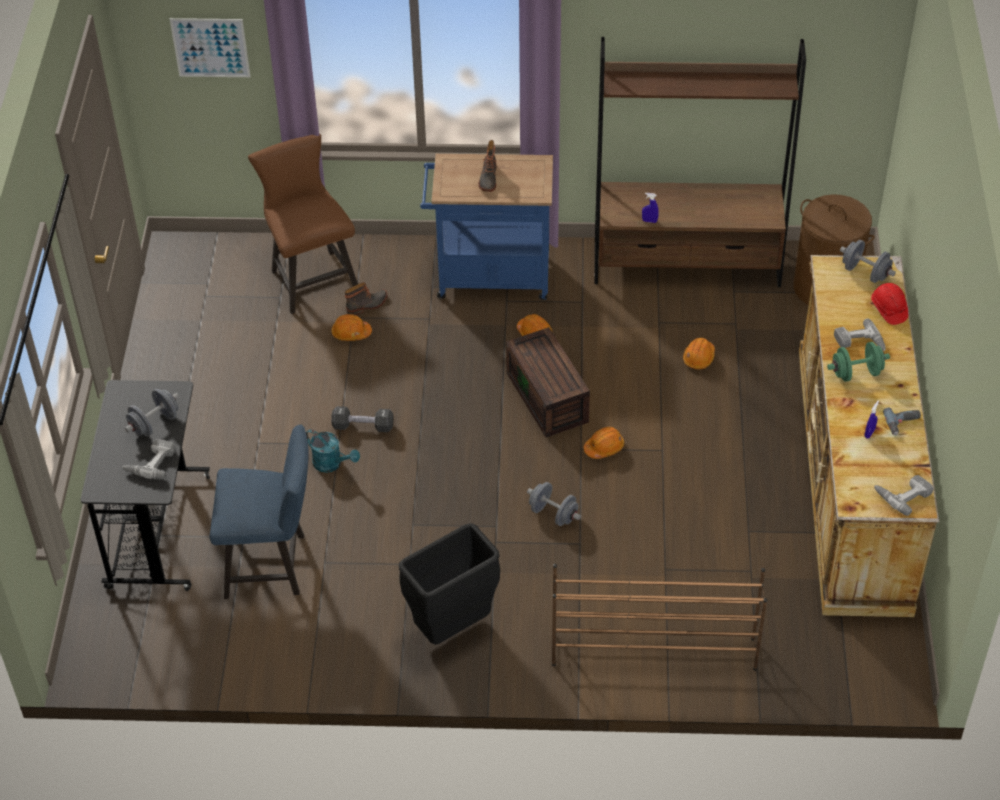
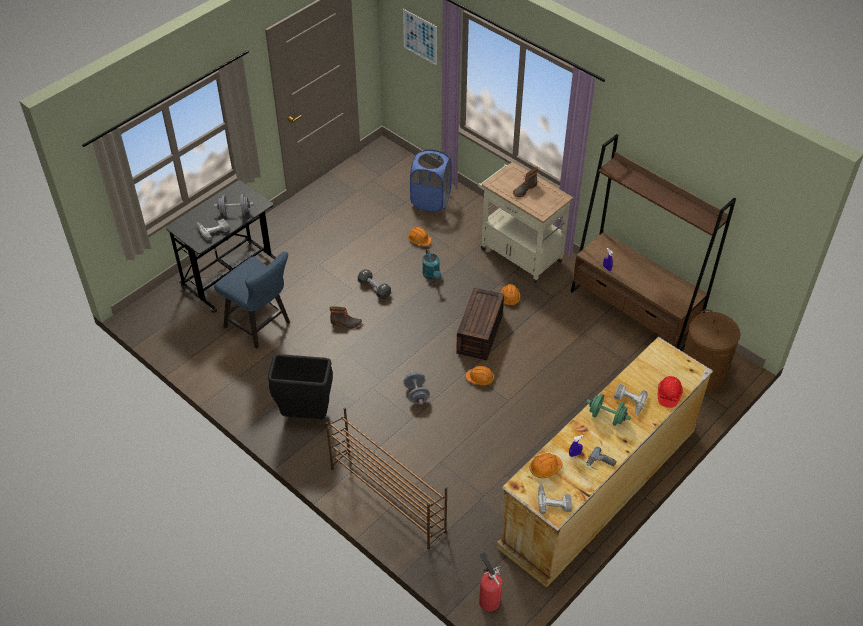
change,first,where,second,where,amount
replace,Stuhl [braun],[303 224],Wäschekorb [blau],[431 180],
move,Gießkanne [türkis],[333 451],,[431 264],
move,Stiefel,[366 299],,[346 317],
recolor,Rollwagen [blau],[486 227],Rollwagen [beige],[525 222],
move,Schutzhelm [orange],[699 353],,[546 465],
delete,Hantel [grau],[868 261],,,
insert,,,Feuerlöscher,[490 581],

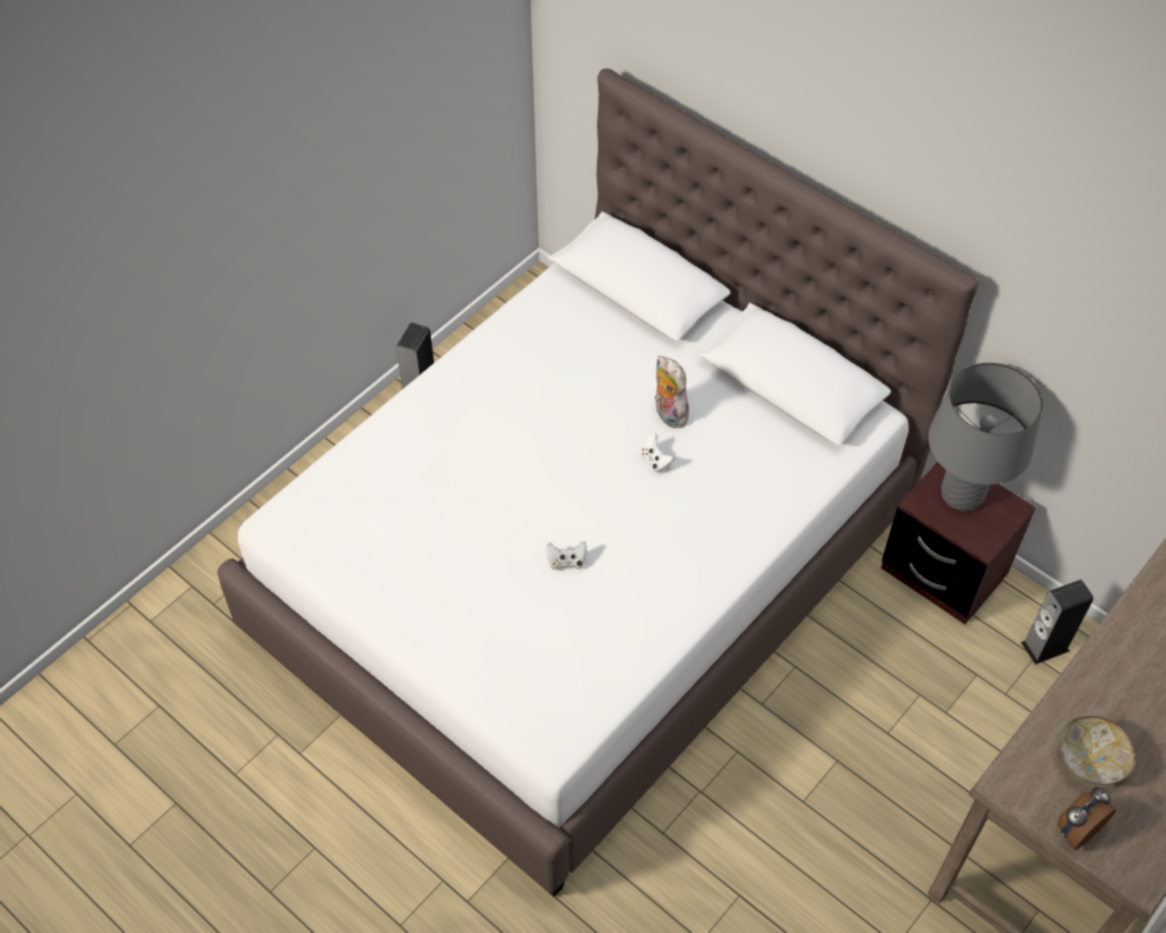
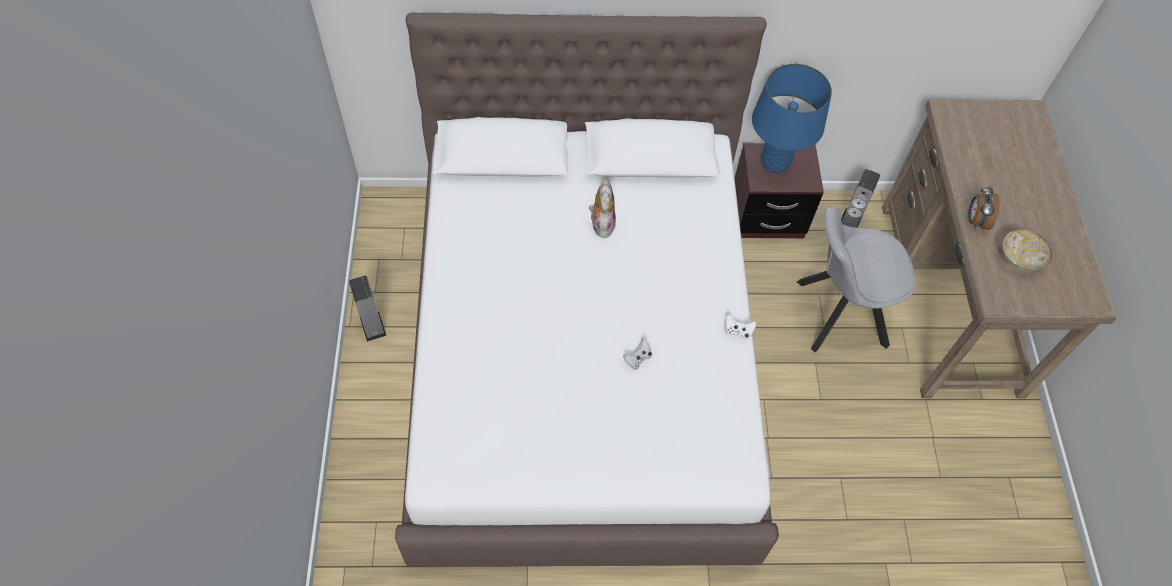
change,first,where,second,where,amount
move,Gamepad [weiß],[658 453],,[740 326],
rotate,Plüschtier,[672 392],,[602 209],75 degrees clockwise
recolor,Tischlampe [grau],[985 437],Tischlampe [blau],[792 119],
move,Wecker,[1086 818],,[984 208],
insert,,,Stuhl [grau],[856 279],

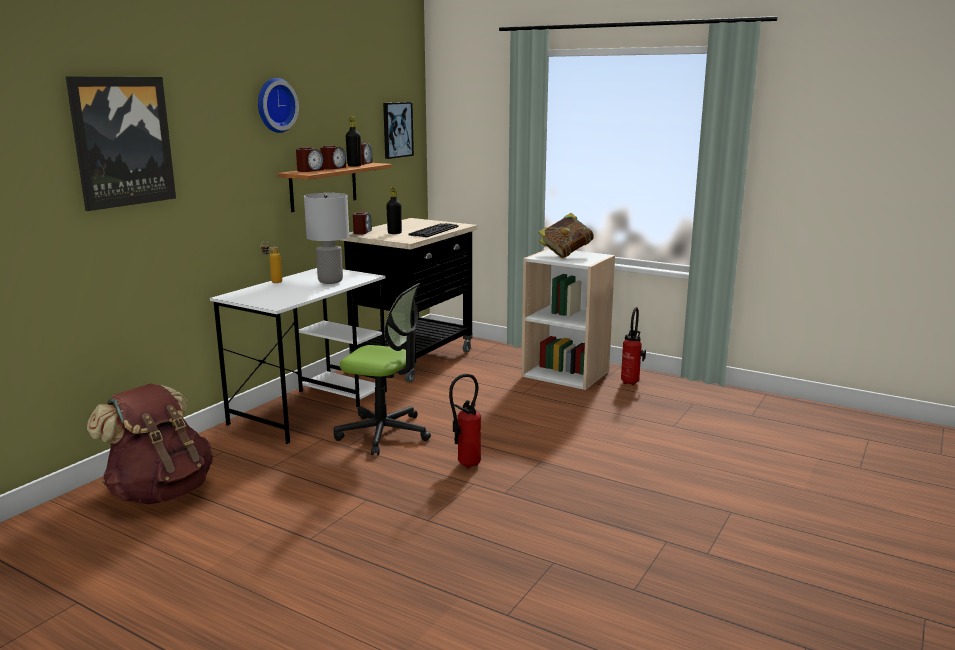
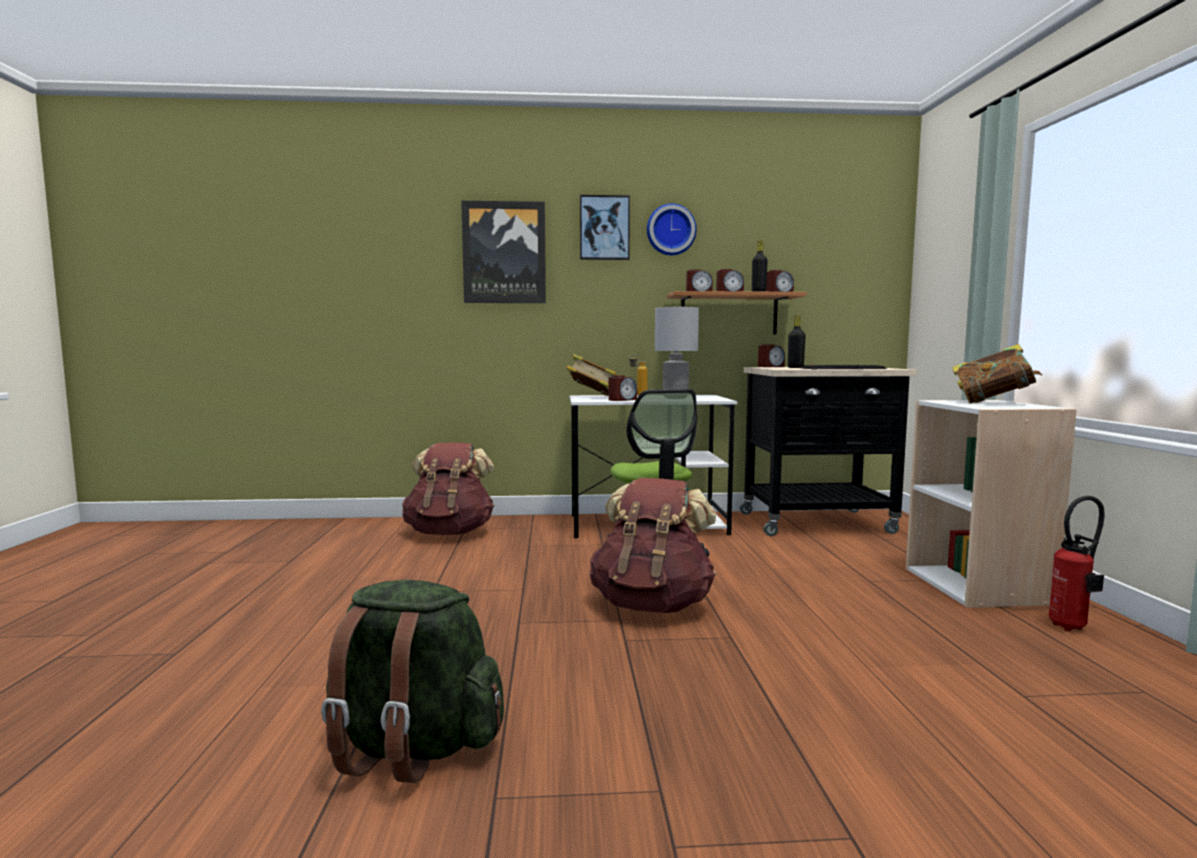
change,first,where,second,where,amount
move,Bild,[398 130],,[605 227],
replace,Feuerlöscher,[465 421],Rucksack [braun],[653 545],
insert,,,Rucksack [grün],[412 681],
insert,,,Buch,[591 375],
insert,,,Wecker,[622 388],

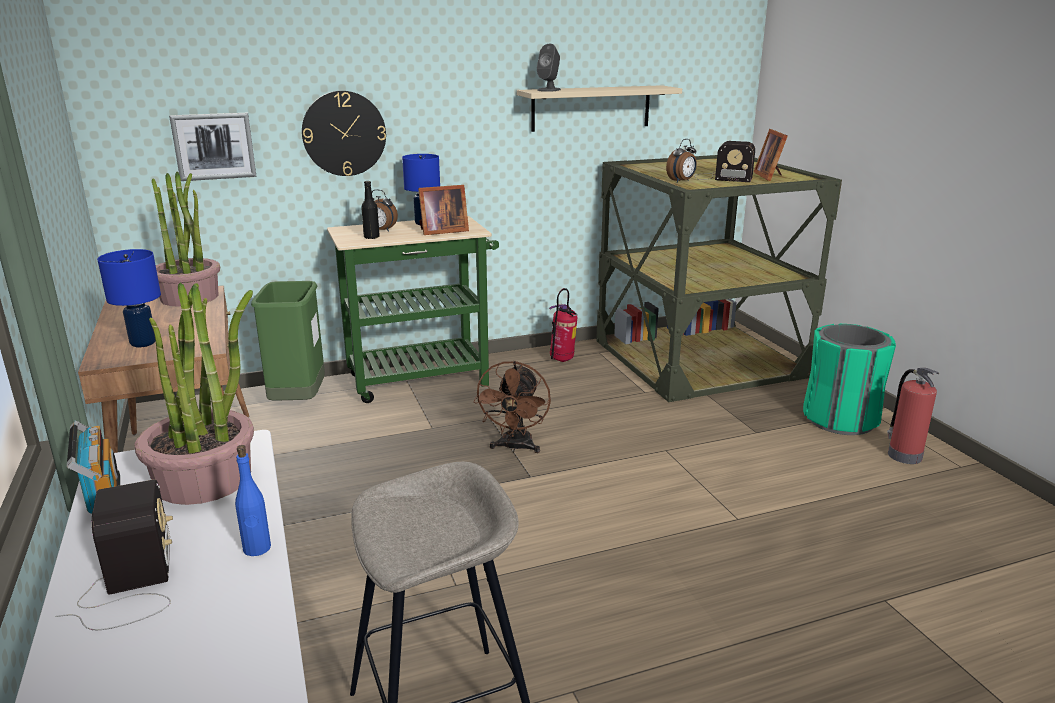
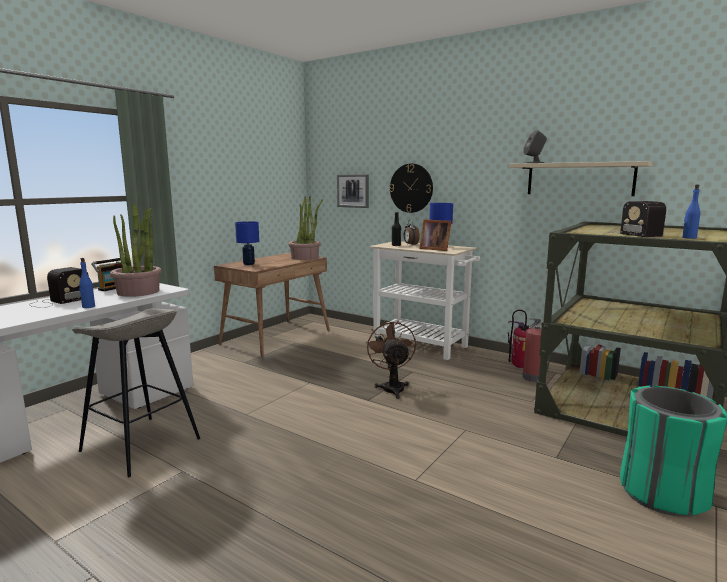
change,first,where,second,where,amount
delete,Mülleimer [grün],[288 341],,,
recolor,Rollwagen [grün],[413 309],Rollwagen [weiß],[425 300],
rotate,Ventilator [braun],[512 407],,[391 360],105 degrees clockwise
delete,Wecker,[681 160],,,
replace,Bilderrahmen,[771 155],Flasche [blau],[691 212],
move,Feuerlöscher,[913 416],,[532 350],

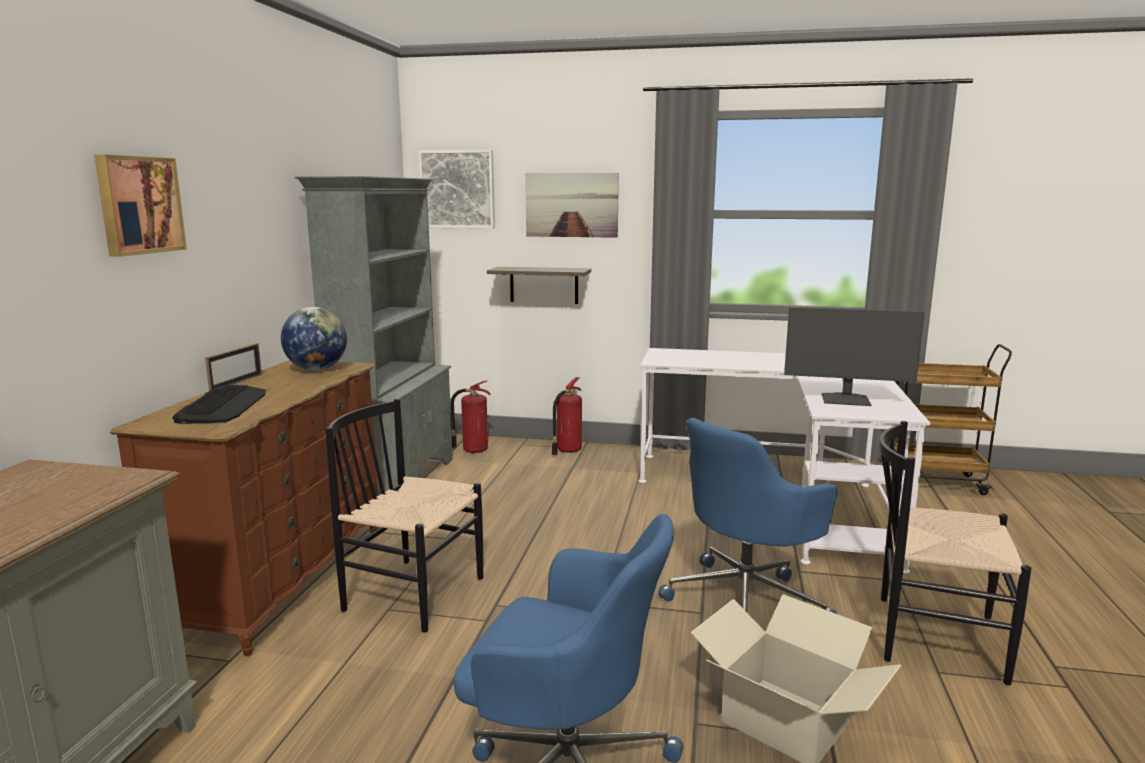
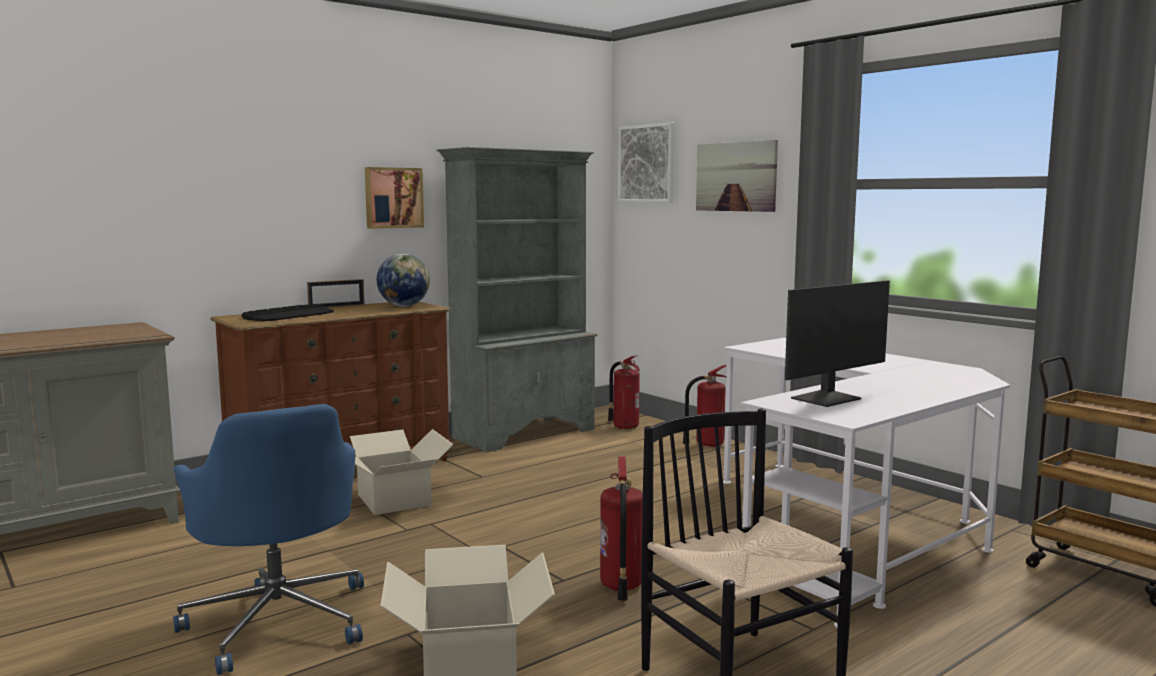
change,first,where,second,where,amount
move,Bild,[140 206],,[394 198],
replace,Stuhl [schwarz],[404 515],Karton,[402 472],
delete,Wandregal,[539 285],,,
replace,Bürostuhl [blau],[748 516],Feuerlöscher,[621 529],
rotate,Monitor,[854 356],,[837 343],90 degrees counterclockwise

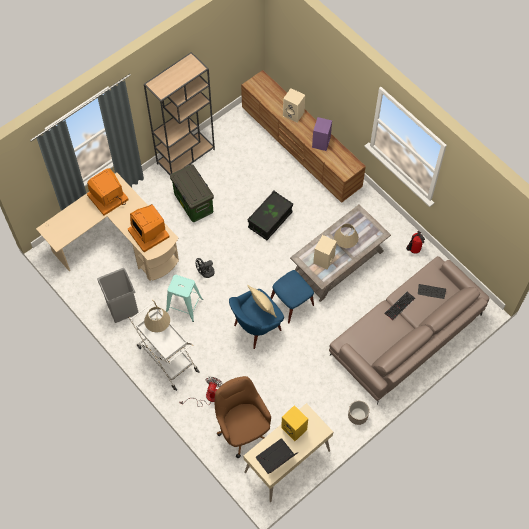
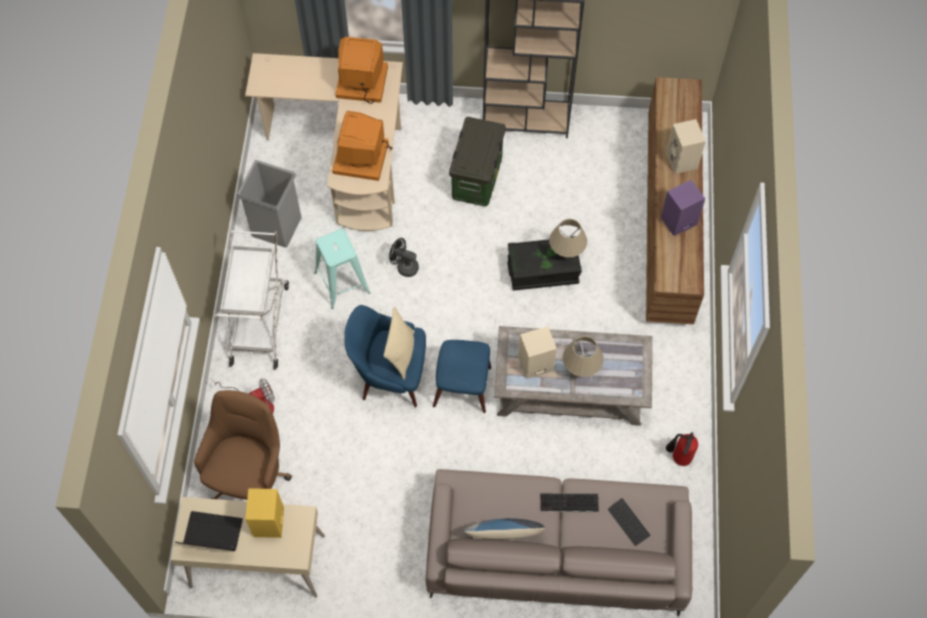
change,first,where,second,where,amount
move,Tischlampe [beige],[157 320],,[568 238],
delete,Pflanzkübel,[359 413],,,
insert,,,Kissen,[504 528],

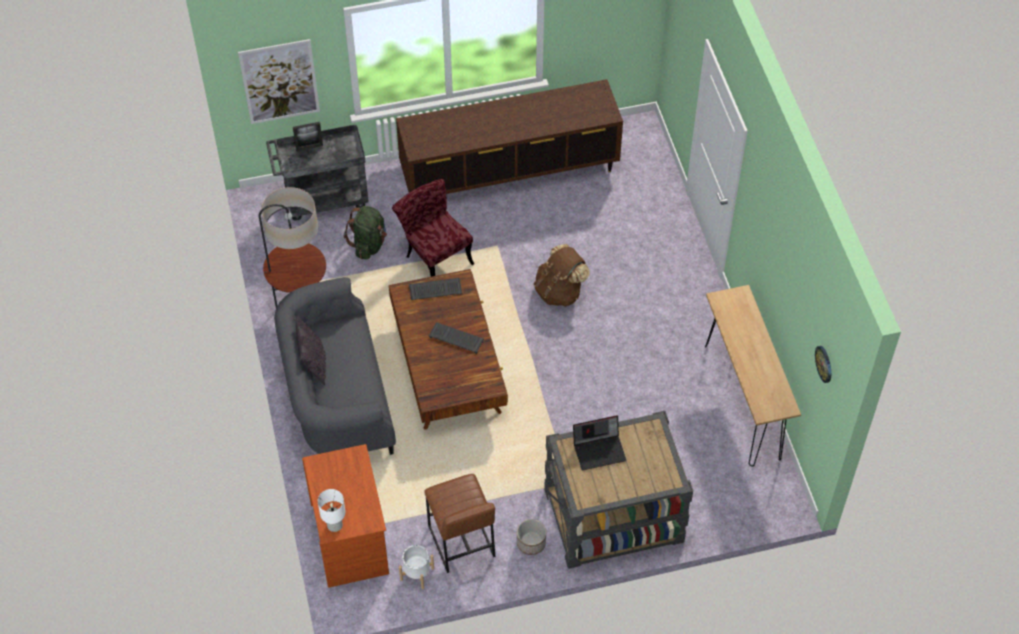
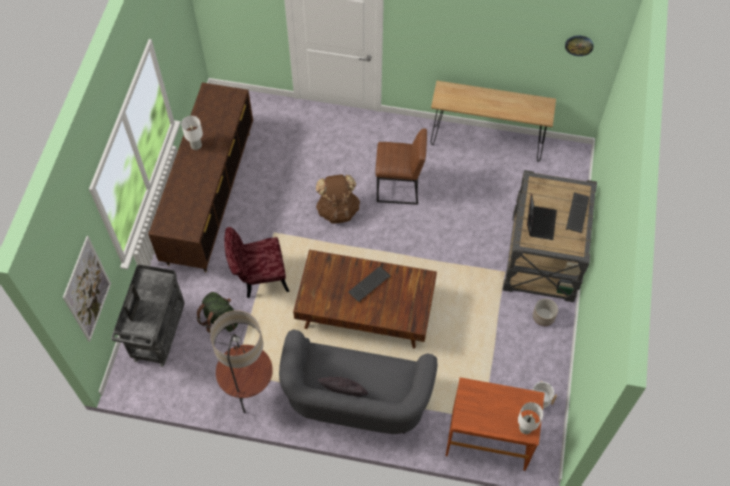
change,first,where,second,where,amount
move,Tastatur,[435 289],,[577 212],
move,Stuhl [braun],[459 523],,[401 166],
insert,,,Tischlampe [weiß],[192 133],

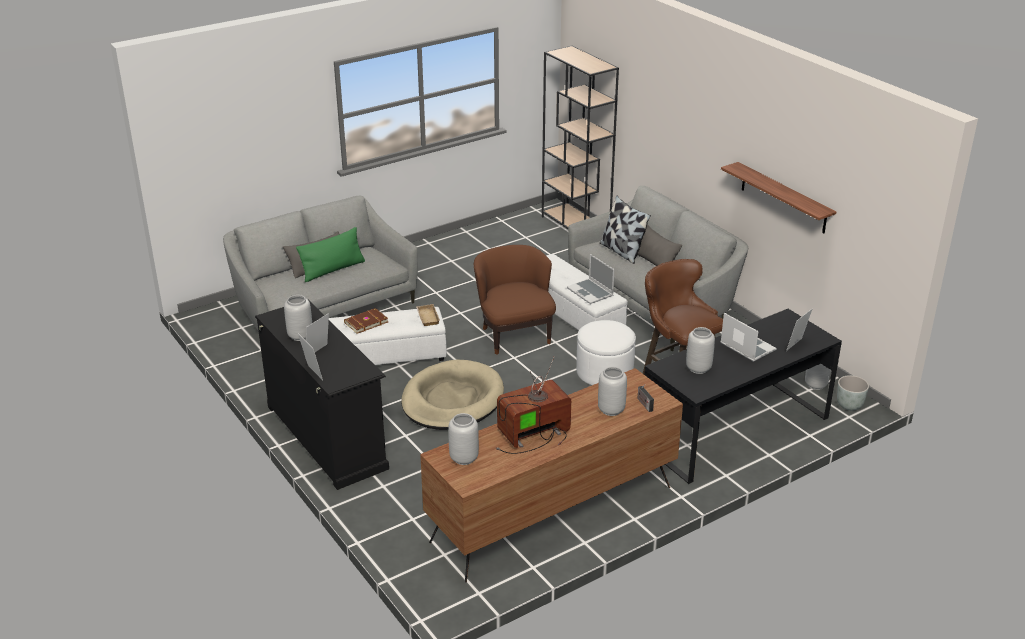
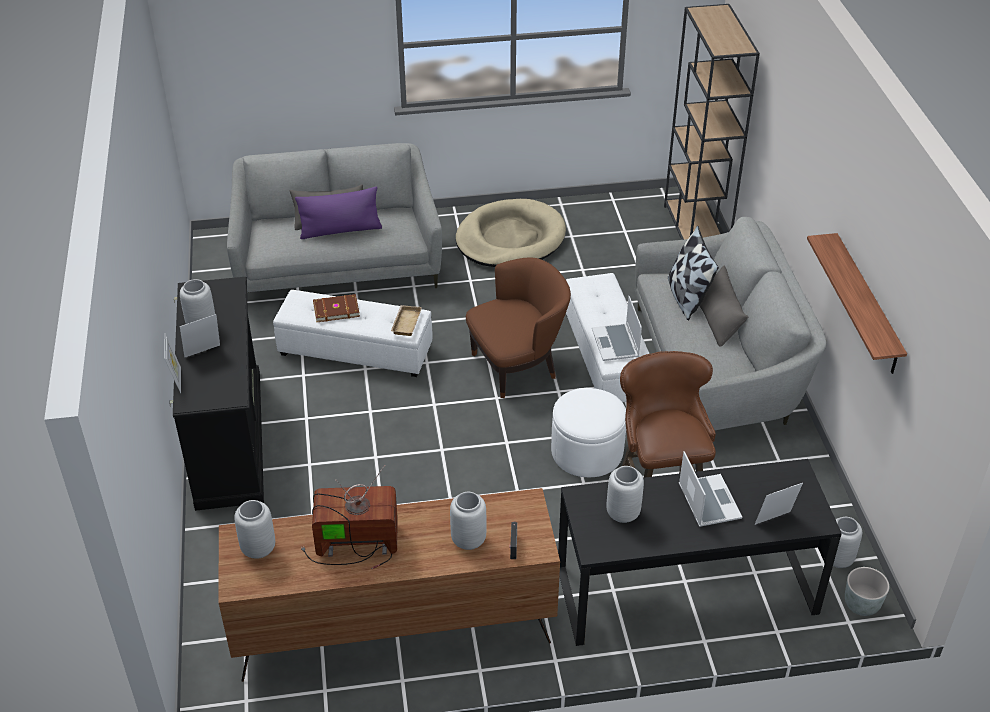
change,first,where,second,where,amount
recolor,Kissen [grün],[330 254],Kissen [lila],[338 212],
move,Hundebett [beige],[452 395],,[511 233],
rotate,Sessel [braun],[515 300],,[518 328],60 degrees clockwise

